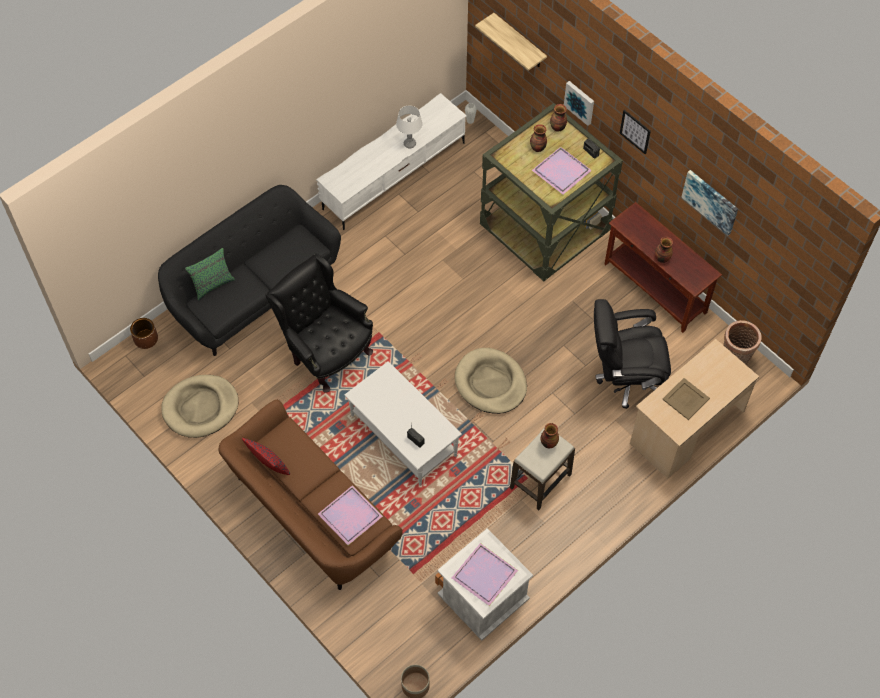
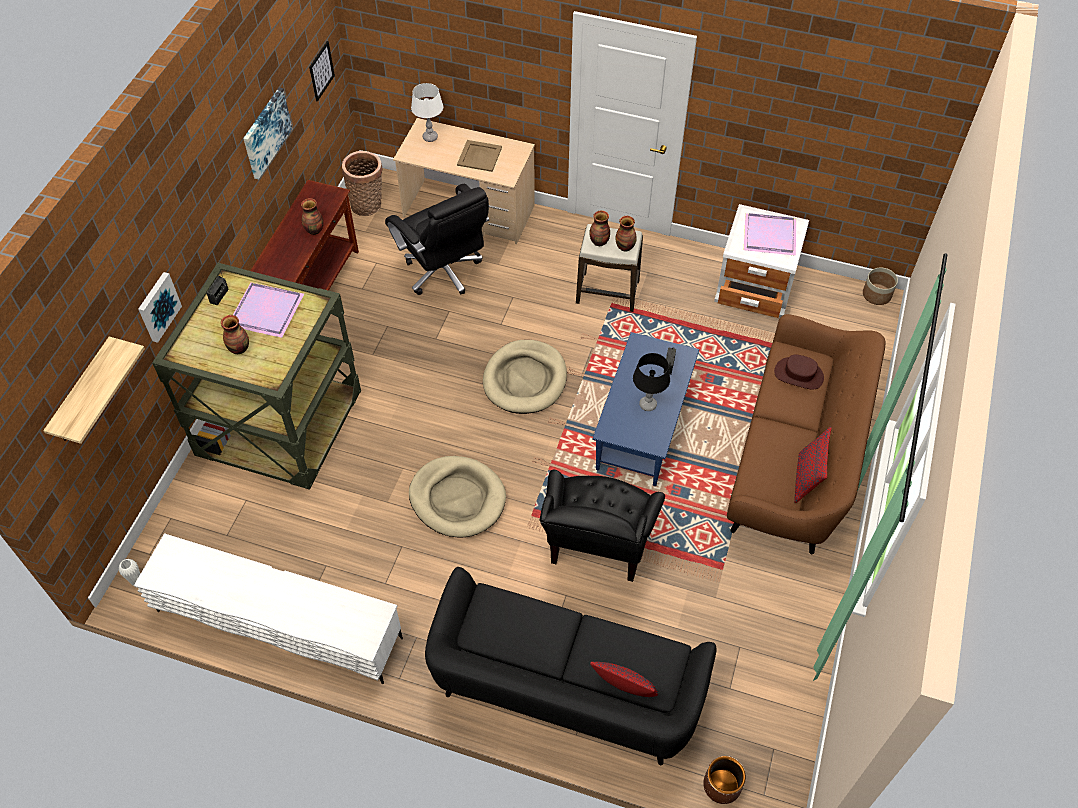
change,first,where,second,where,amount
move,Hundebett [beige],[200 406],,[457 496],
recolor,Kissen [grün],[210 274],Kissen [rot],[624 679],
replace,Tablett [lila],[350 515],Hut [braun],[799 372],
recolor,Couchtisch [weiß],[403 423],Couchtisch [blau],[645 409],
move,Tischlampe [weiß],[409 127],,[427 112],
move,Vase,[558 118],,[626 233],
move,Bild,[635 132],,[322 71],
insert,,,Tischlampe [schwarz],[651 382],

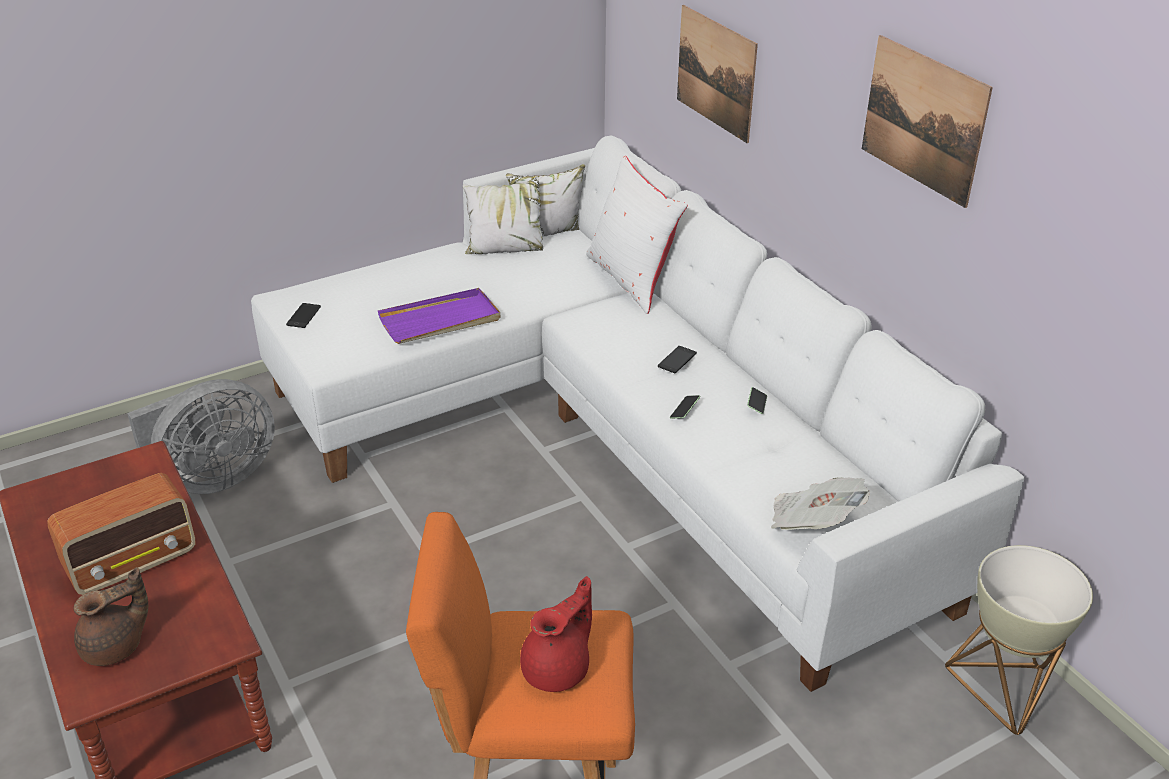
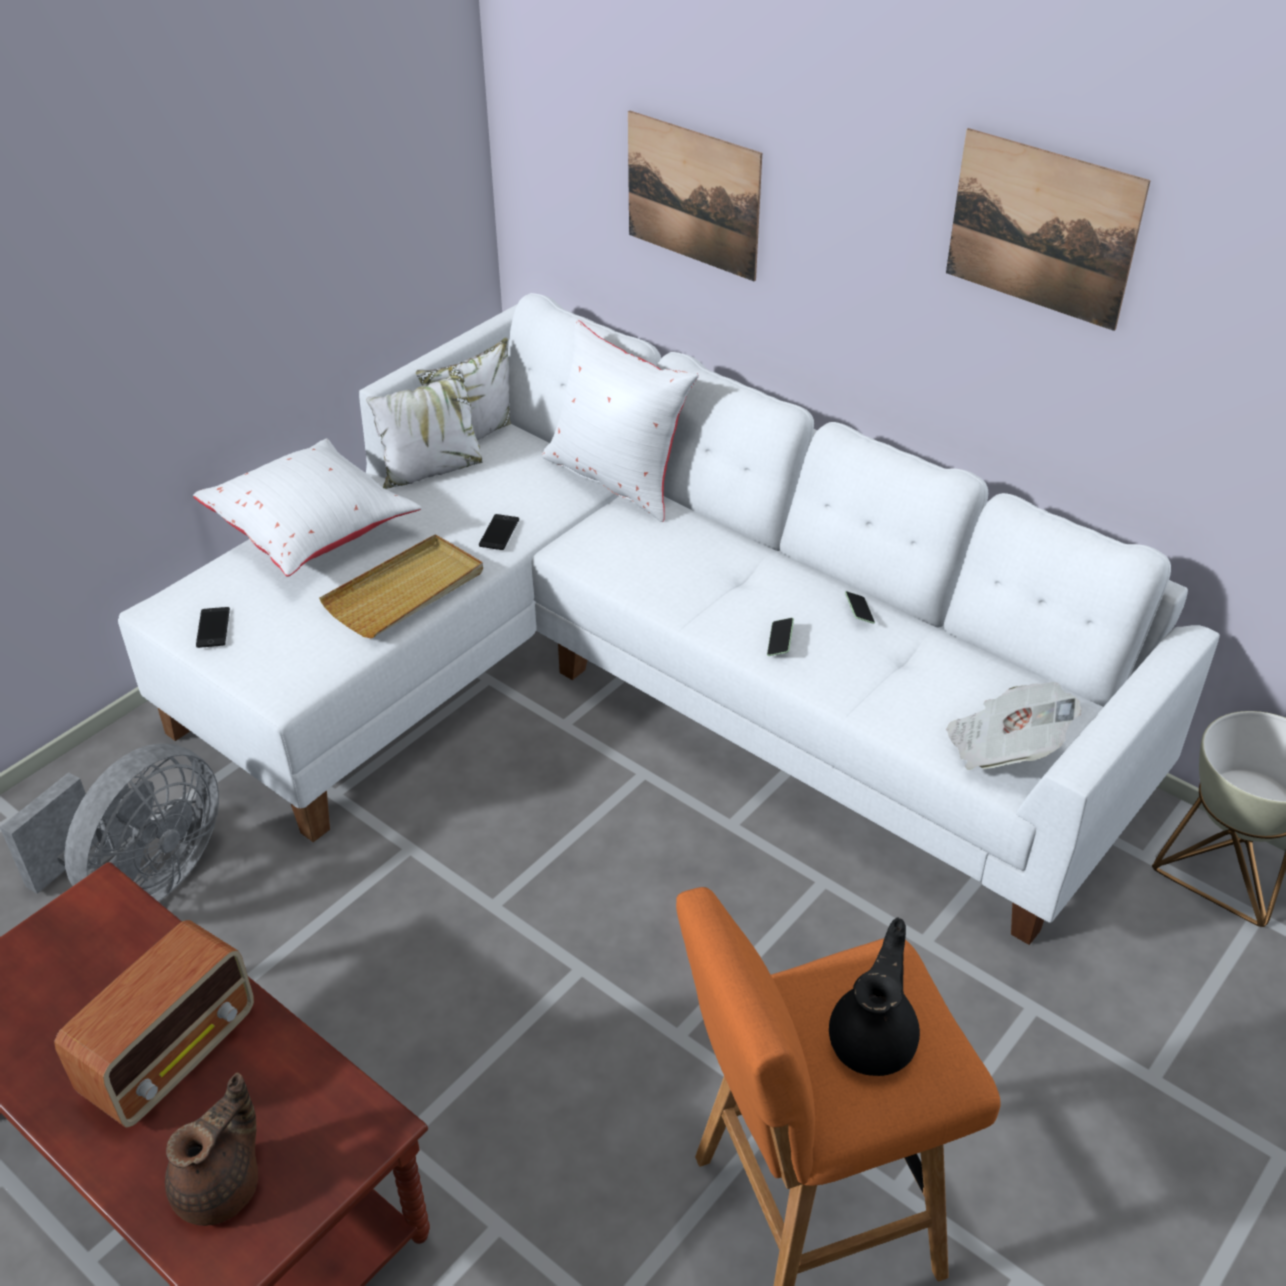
change,first,where,second,where,amount
recolor,Tablett [lila],[439 316],Tablett [beige],[401 586],
recolor,Teekanne [rot],[556 634],Teekanne [schwarz],[874 997],
move,Handy,[677 359],,[499 532],
insert,,,Kissen [weiß],[307 507],

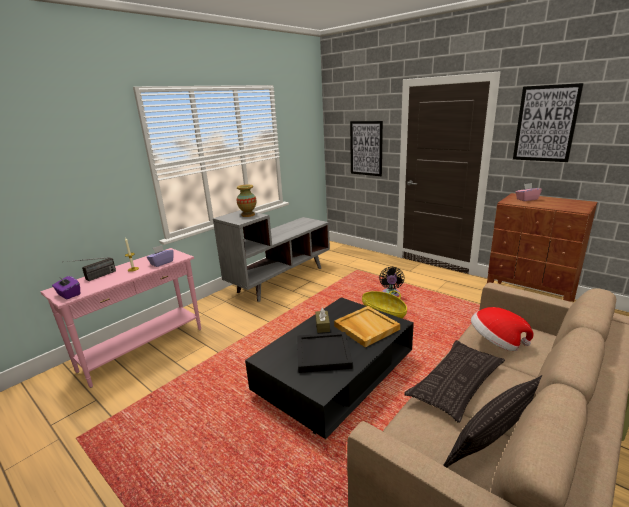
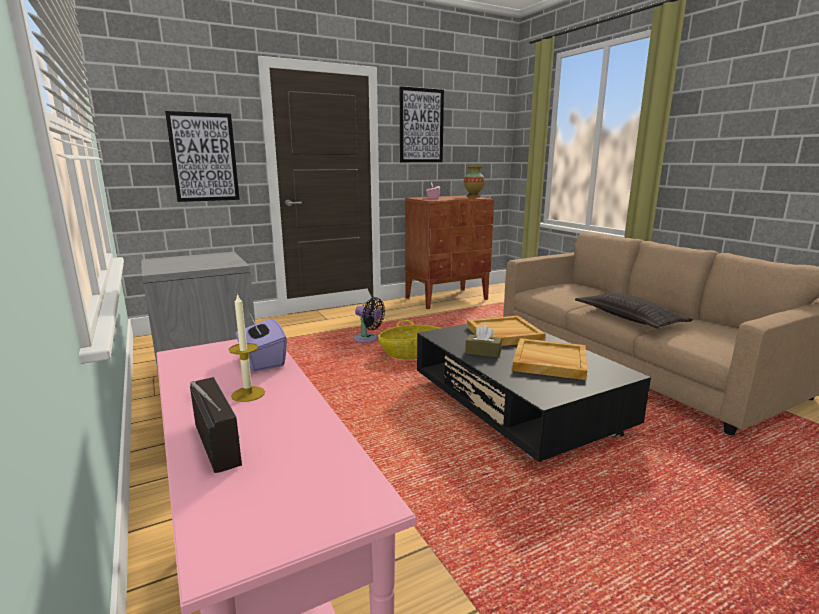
change,first,where,second,where,amount
delete,Taschentuchbox [lila],[66 287],,,
move,Vase,[246 201],,[474 181],
recolor,Tablett [schwarz],[325 352],Tablett [beige],[549 359],
delete,Kissen,[492 421],,,
delete,Hut,[502 329],,,

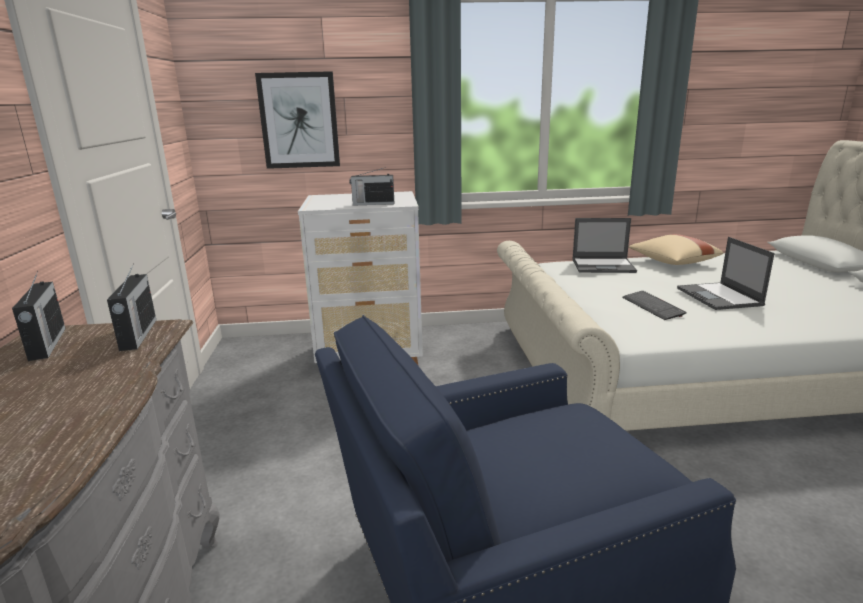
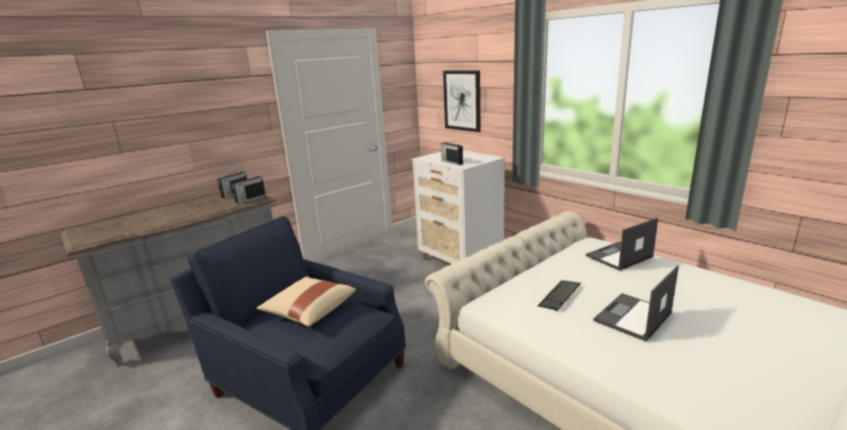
change,first,where,second,where,amount
rotate,Laptop,[604 245],,[622 244],90 degrees clockwise
move,Kissen [beige],[676 249],,[306 301],

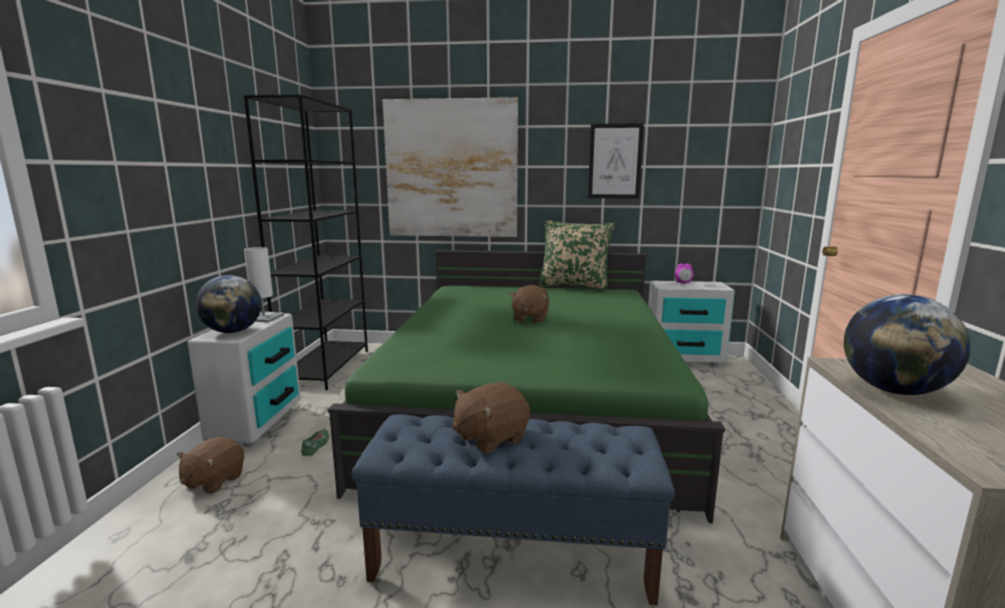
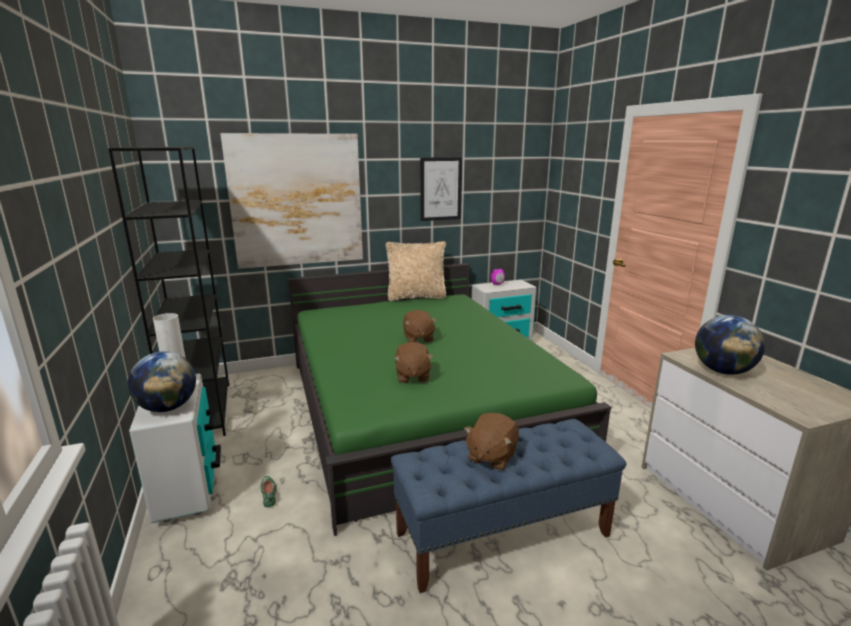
change,first,where,second,where,amount
move,Plüschtier [braun],[210 465],,[414 362],
recolor,Kissen [grün],[577 255],Kissen [beige],[416 271],

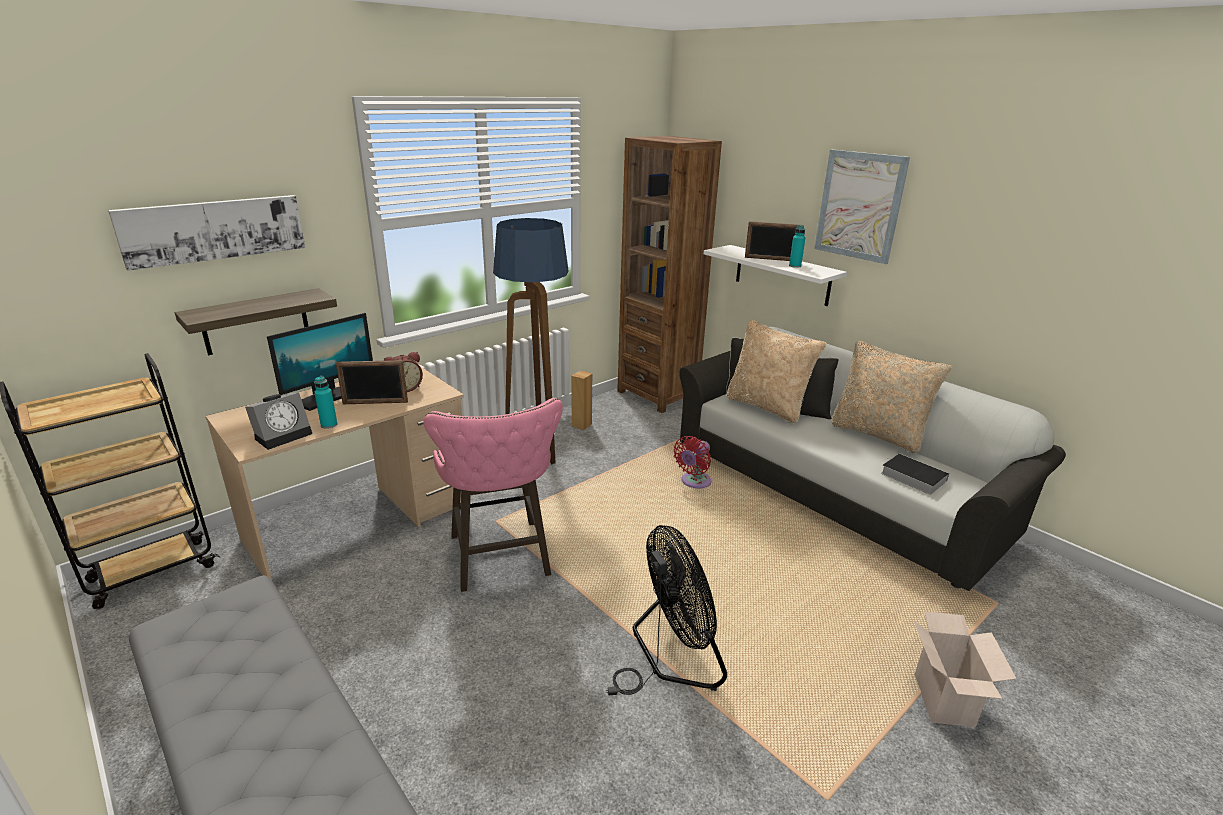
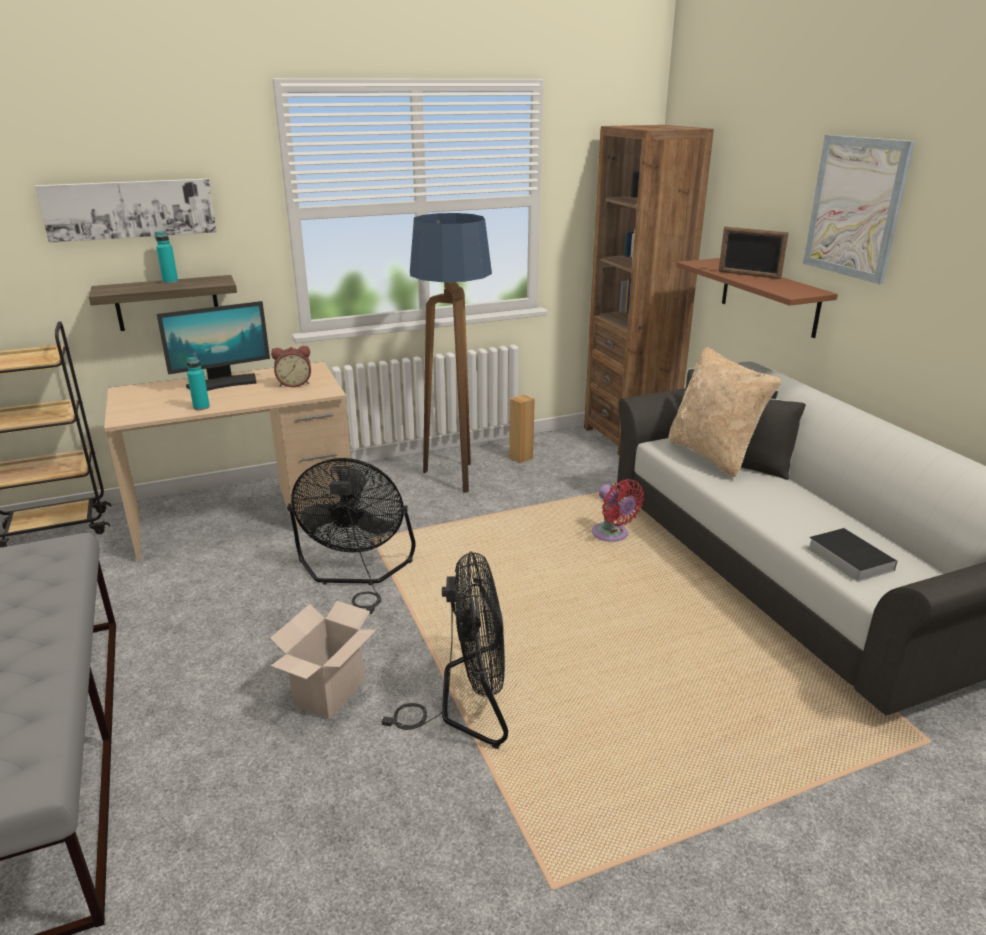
change,first,where,second,where,amount
delete,Wecker,[278 421],,,
delete,Bilderrahmen,[372 382],,,
replace,Hocker [rosa],[493 495],Ventilator [schwarz],[351 536],
rotate,Ventilator [rot],[692 462],,[618 510],90 degrees counterclockwise
recolor,Wandregal [weiß],[775 275],Wandregal [braun],[757 298],
move,Flasche [türkis],[797 246],,[166 257],
delete,Kissen [beige],[891 396],,,
move,Karton,[965 669],,[323 660],

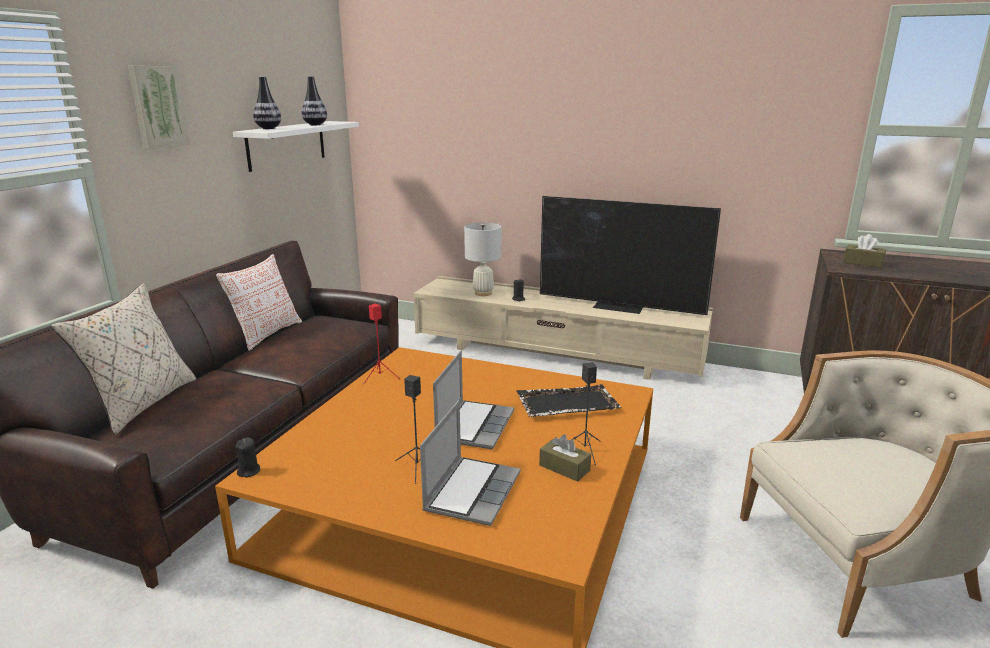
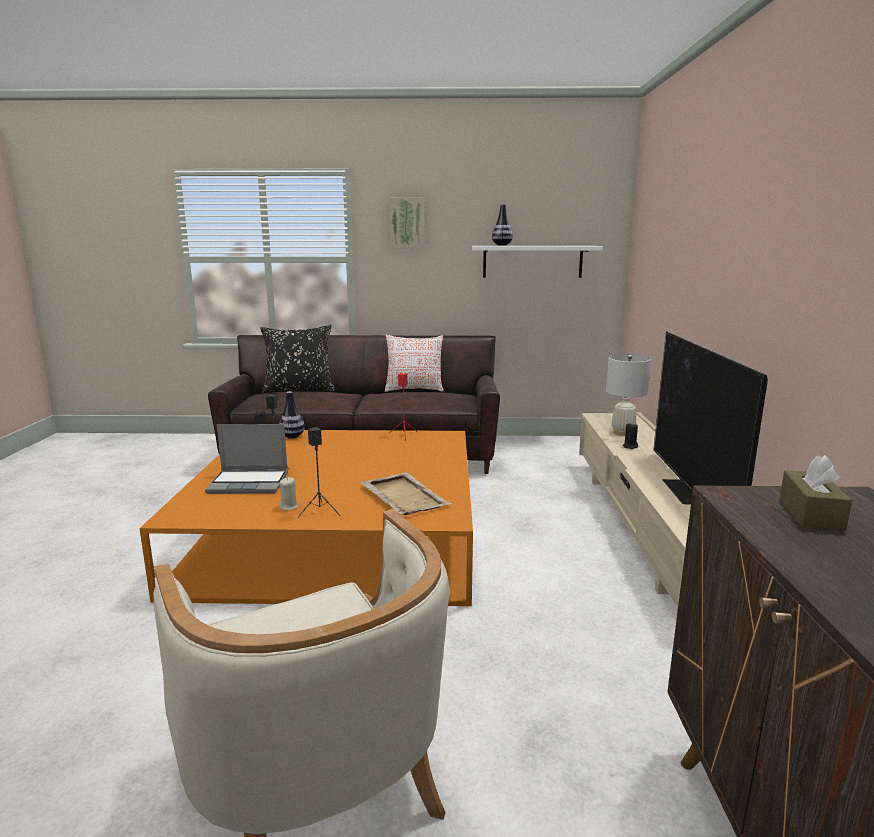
change,first,where,second,where,amount
recolor,Kissen [beige],[123 358],Kissen [schwarz],[297 359],
move,Vase,[314 100],,[292 415],
delete,Laptop,[473 400],,,
recolor,Tablett [schwarz],[569 400],Tablett [beige],[406 493],
replace,Taschentuchbox [braun],[565 458],Kerze [beige],[289 494],

